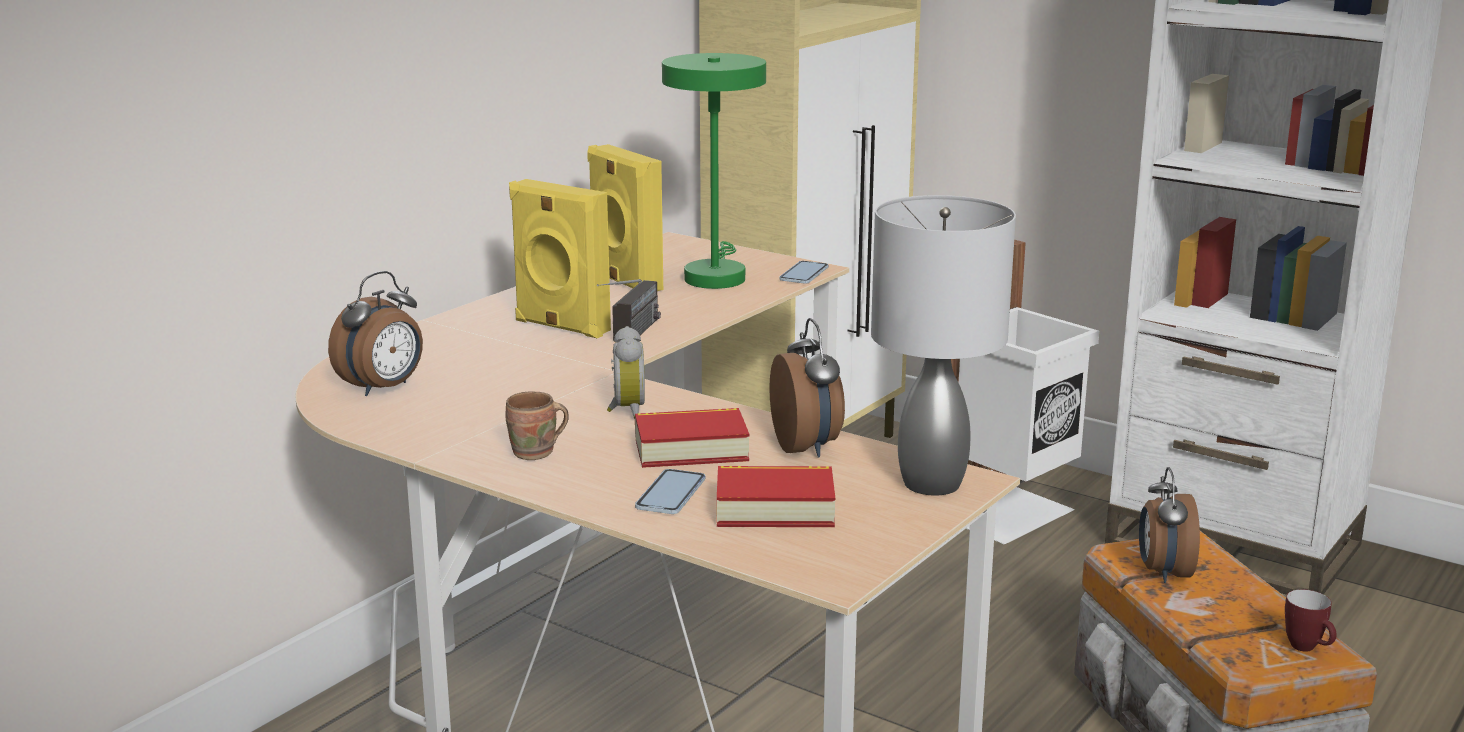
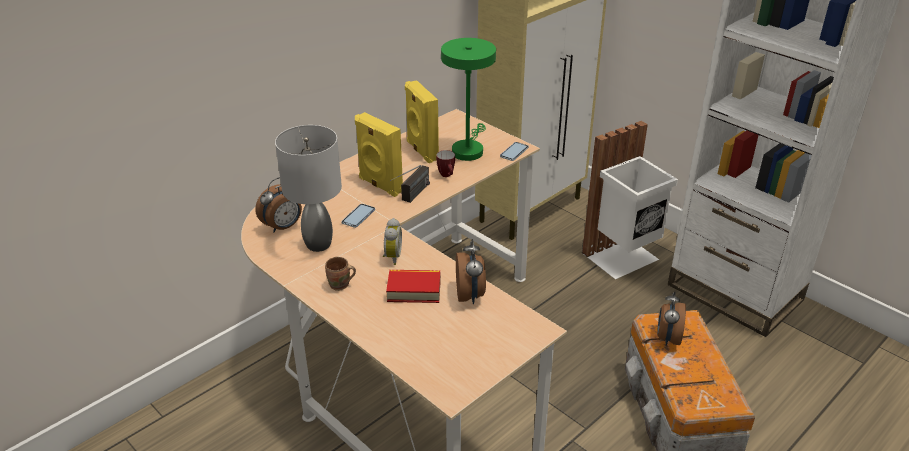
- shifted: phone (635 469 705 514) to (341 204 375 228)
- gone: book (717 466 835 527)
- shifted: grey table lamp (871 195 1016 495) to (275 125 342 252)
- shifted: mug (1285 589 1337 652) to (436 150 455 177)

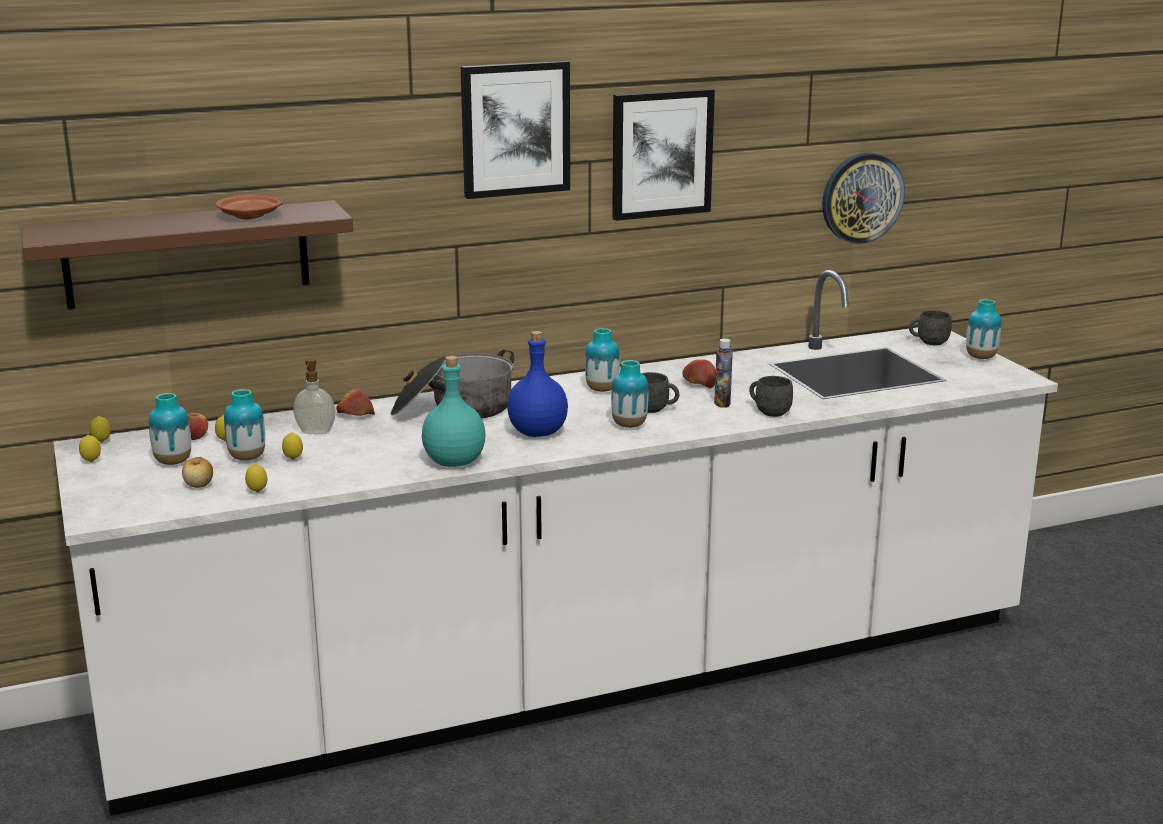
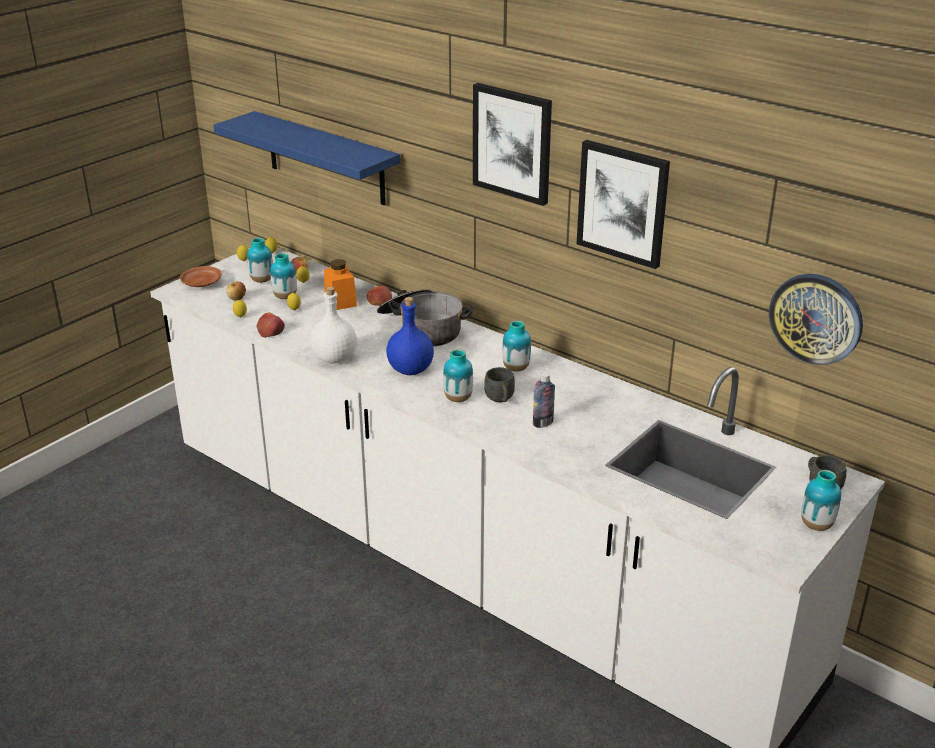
- repainted: brown shelf (20 200 353 309) to blue shelf (213 111 400 205)
- shifted: brown plate (216 195 283 219) to (180 266 222 287)
- swapped: soap dispenser (293 358 335 434) to orange jar (324 259 357 310)
- repainted: turquoise bottle (422 356 485 467) to white bottle (310 287 357 364)
- shifted: apple (682 359 716 388) to (256 312 285 338)
- gone: grey mug (749 376 793 417)

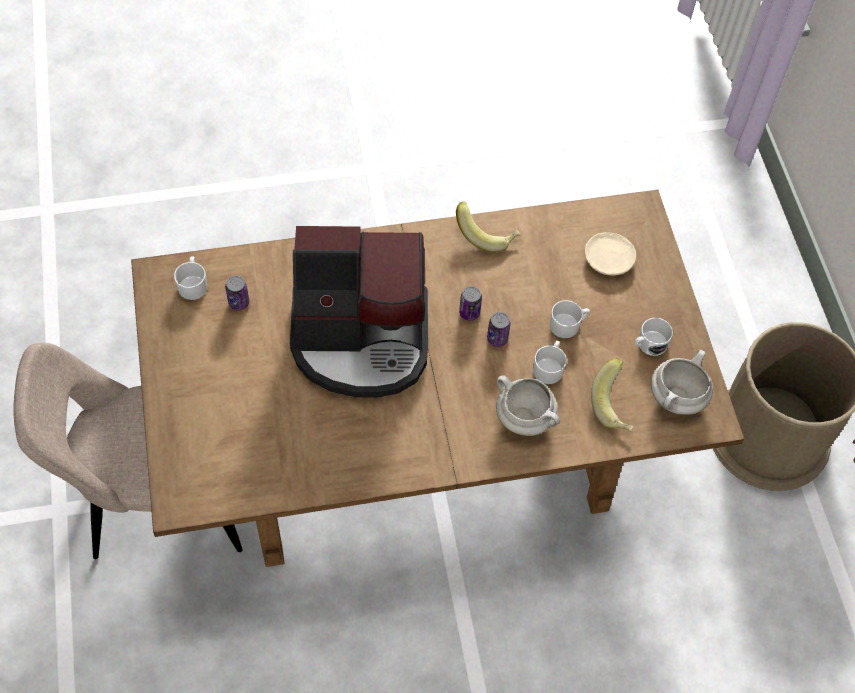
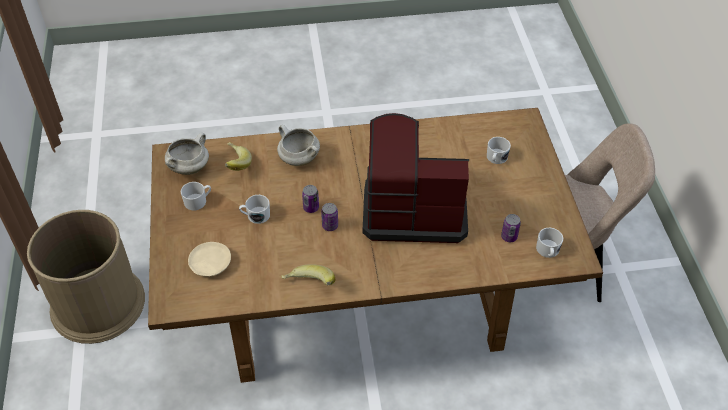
- shifted: white mug (533 341 567 384) to (487 137 511 164)

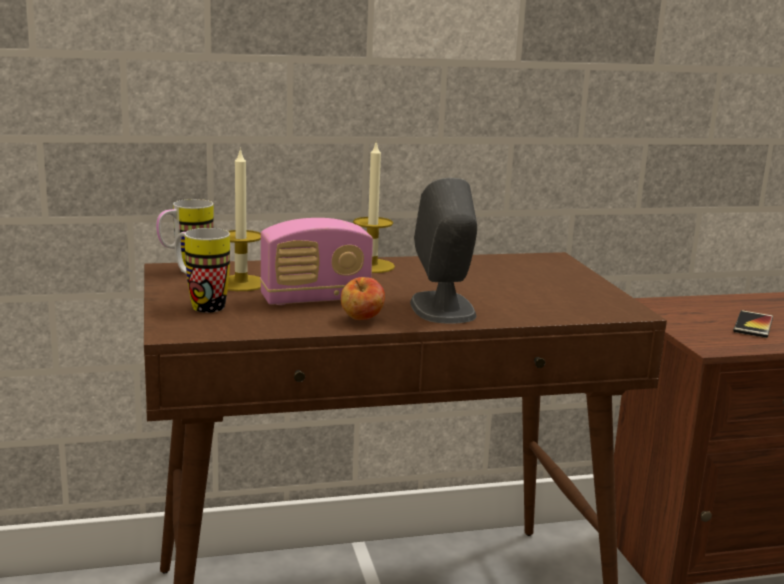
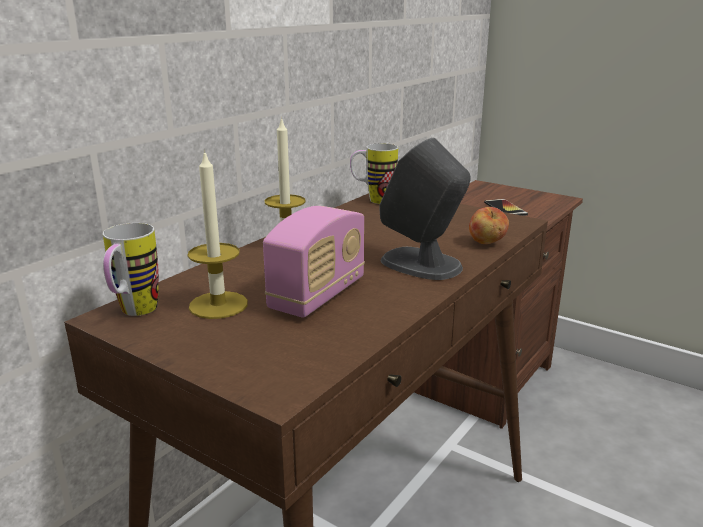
- shifted: mug (175 228 230 313) to (350 143 398 204)
- shifted: apple (341 277 385 320) to (469 207 509 244)

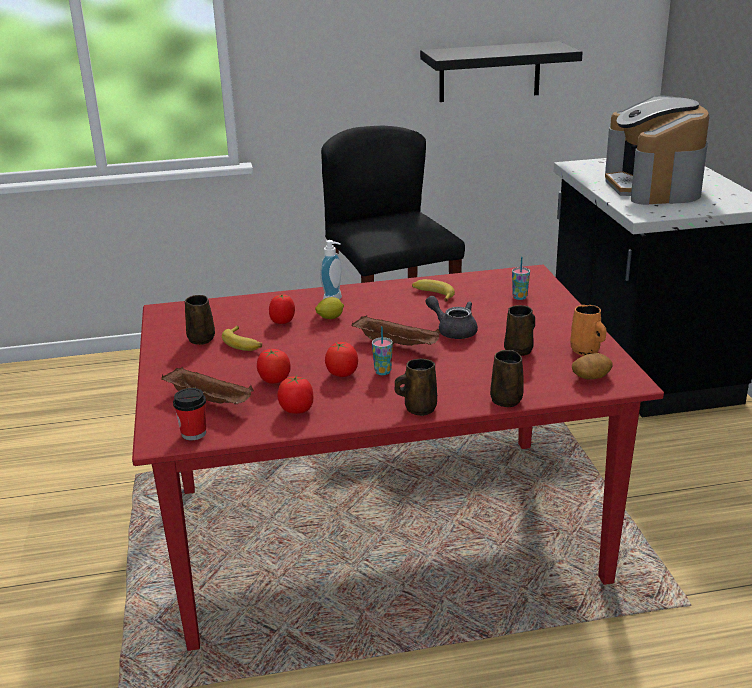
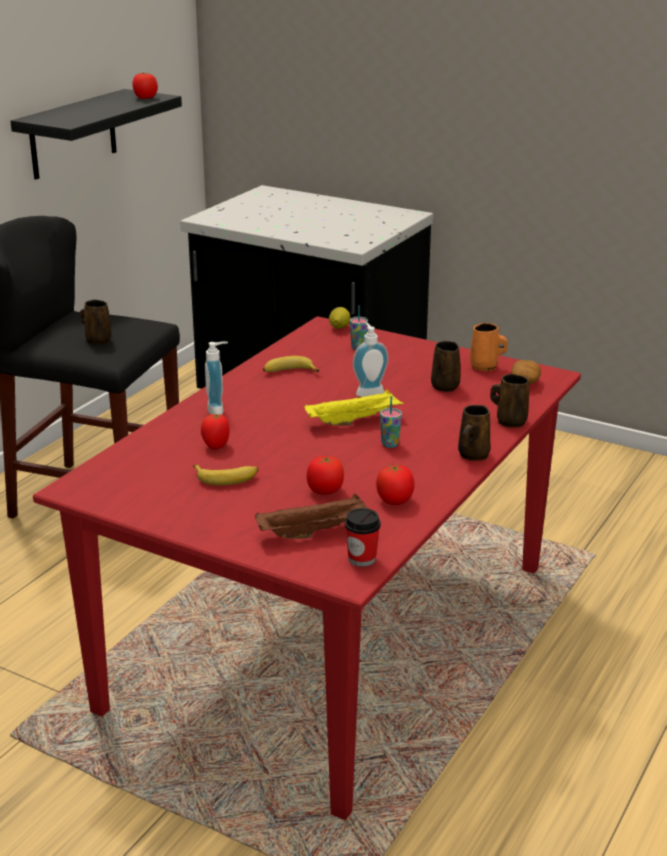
- shifted: brown mug (185 295 215 345) to (80 300 111 345)
- shifted: lemon (315 297 344 319) to (329 307 350 329)
- shifted: tomato (325 342 358 377) to (132 73 158 99)
- repainted: brown tray (352 316 441 346) to yellow tray (304 389 404 426)
- swapped: grey teapot (425 296 478 339) to soap dispenser (352 323 389 397)
- gone: coffee machine (605 95 709 205)

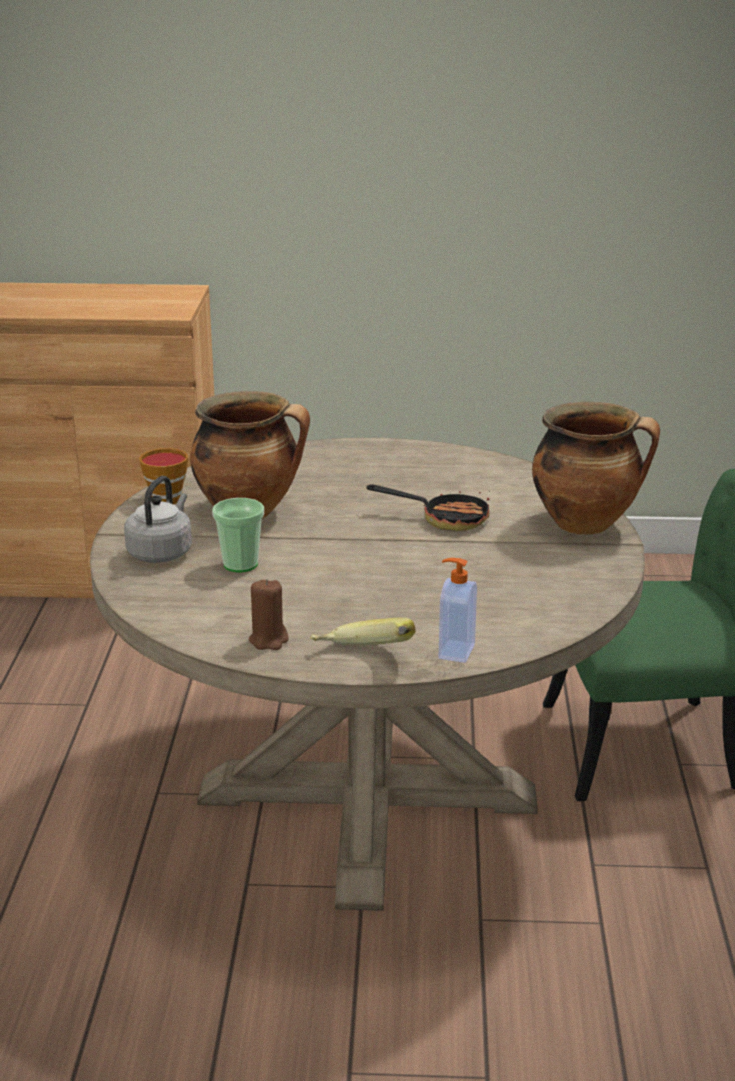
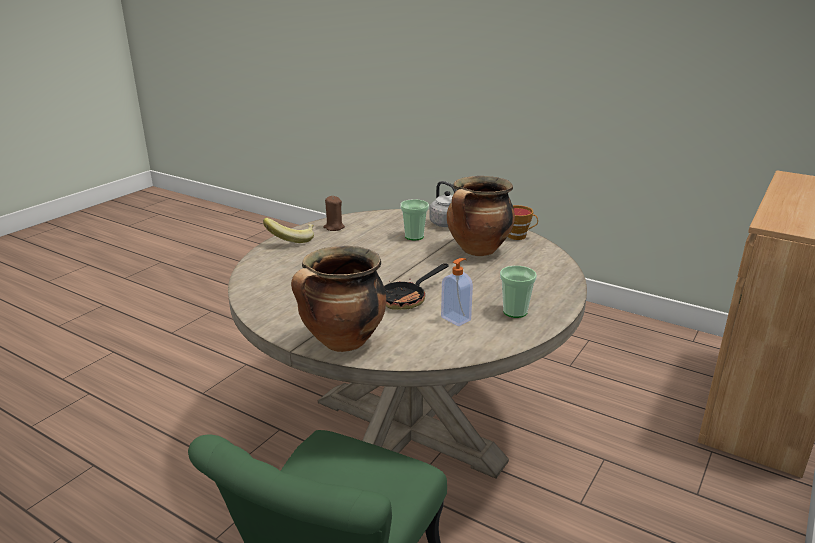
- shifted: soap dispenser (439 558 477 663) to (441 258 473 326)
- new: cup (500 266 537 318)

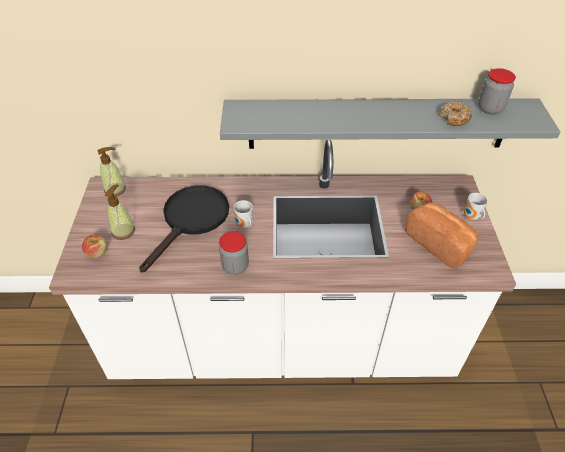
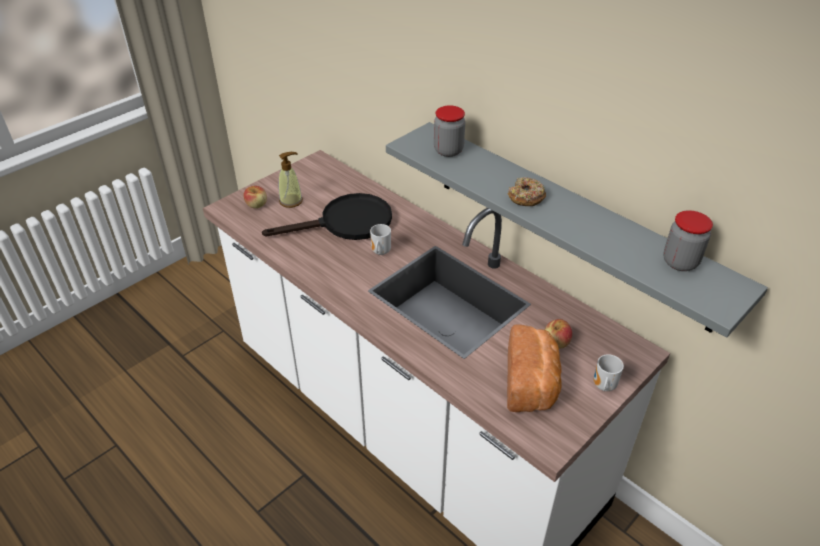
- gone: soap dispenser (98 147 126 196)
- shifted: jar (219 231 249 275) to (434 106 465 157)
- shifted: donut (439 102 472 126) to (508 177 546 206)

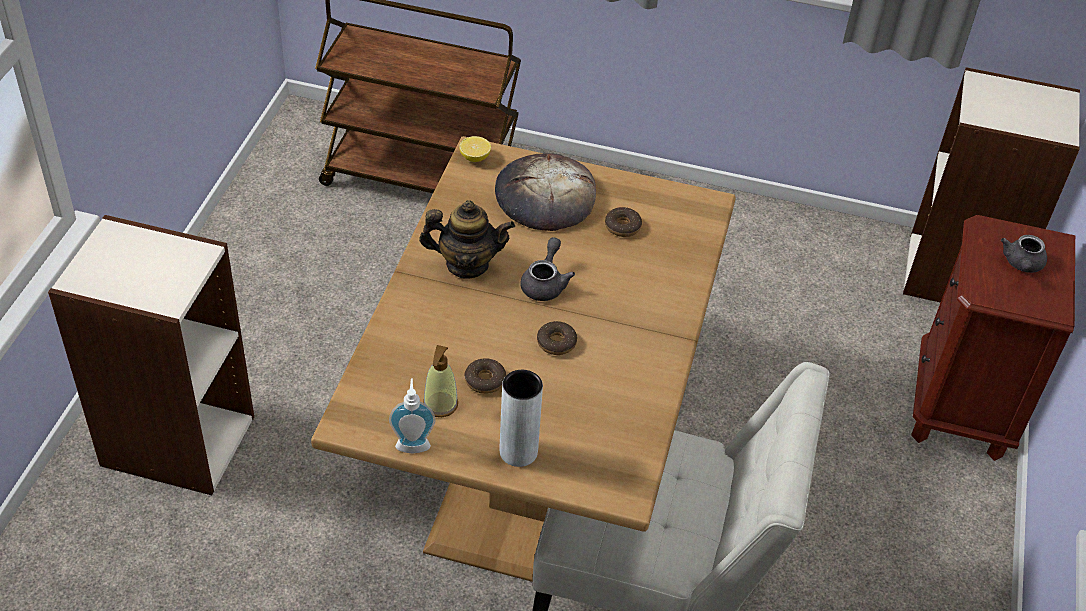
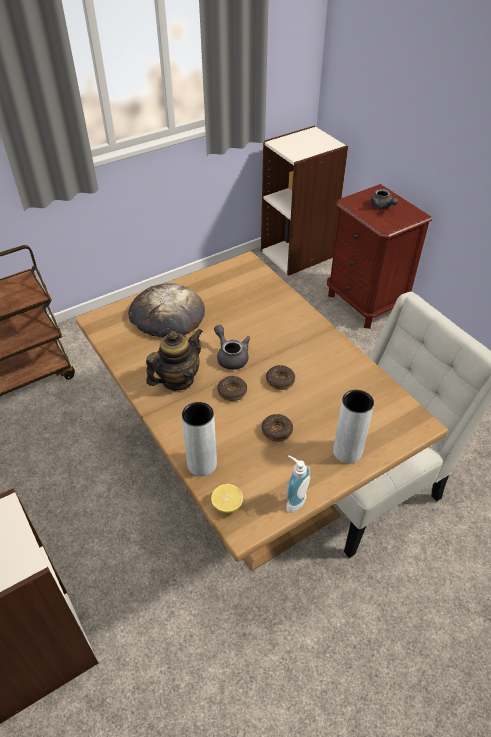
- gone: soap dispenser (423 345 458 417)
- shifted: lemon (459 136 491 162) to (211 484 243 514)
- shifted: donut (605 207 642 237) to (217 376 247 401)
- new: grey vase (181 402 217 477)

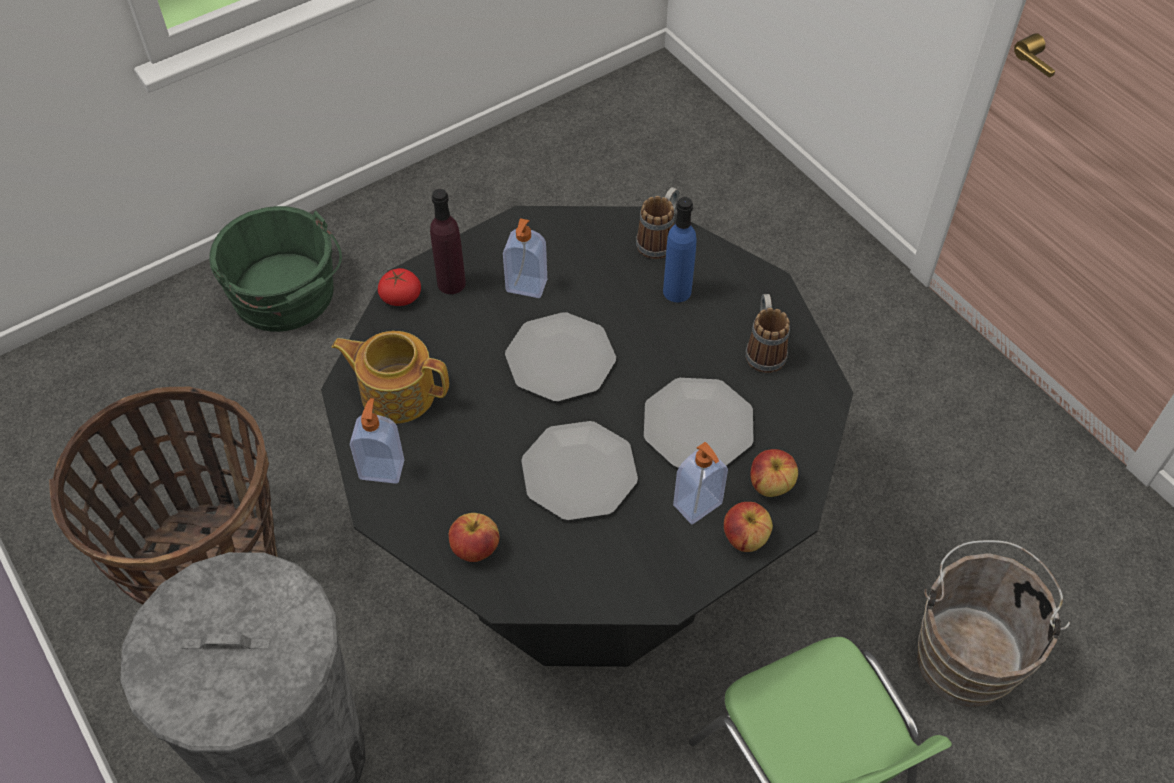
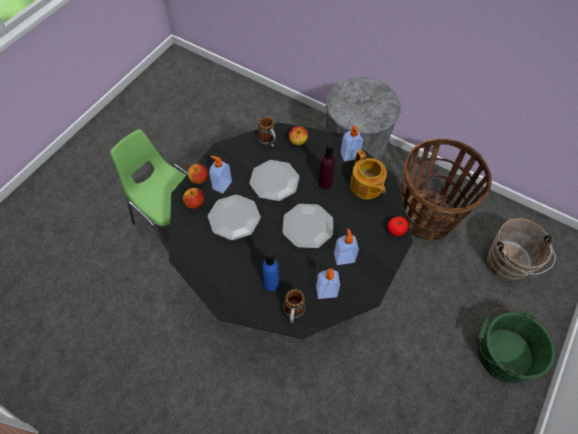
- rotated: teapot (332 331 449 424) = (350 150 387 199) 75 degrees clockwise
- shifted: purple bottle (430 189 466 294) to (319 143 335 189)
- shifted: mug (745 294 790 373) to (258 117 276 147)
- shifted: brown bucket (917 540 1070 707) to (487 218 556 281)
- new: soap dispenser (316 269 340 299)

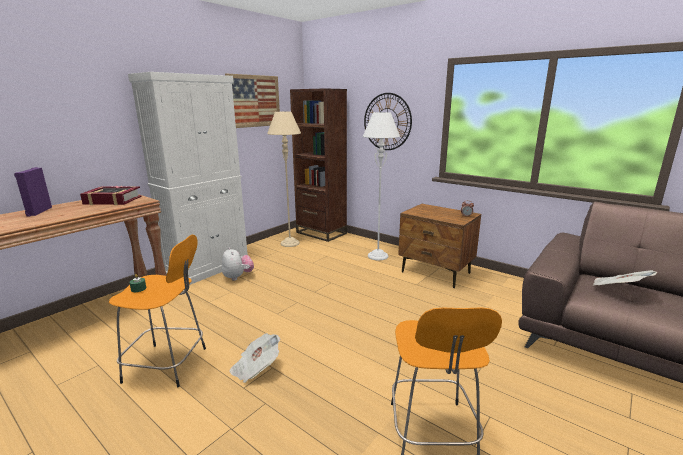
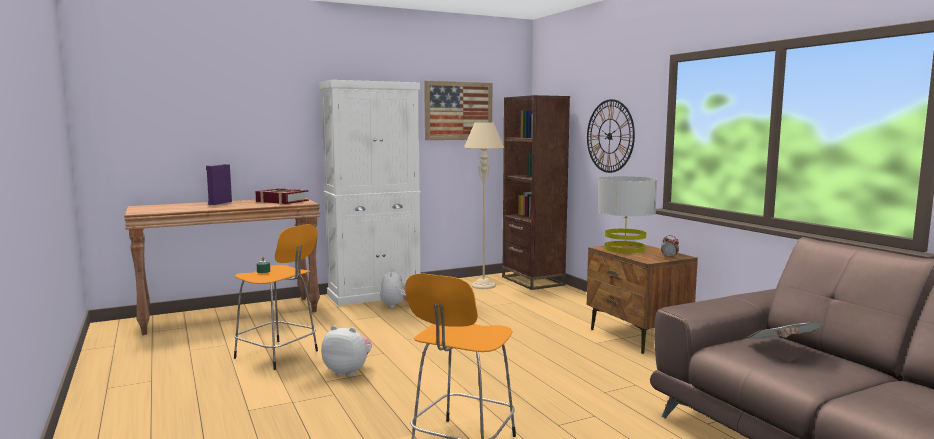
- swapped: newspaper (229 333 281 383) to plush toy (321 326 372 377)
- gone: white floor lamp (363 112 400 260)
- new: grey table lamp (598 176 657 253)

